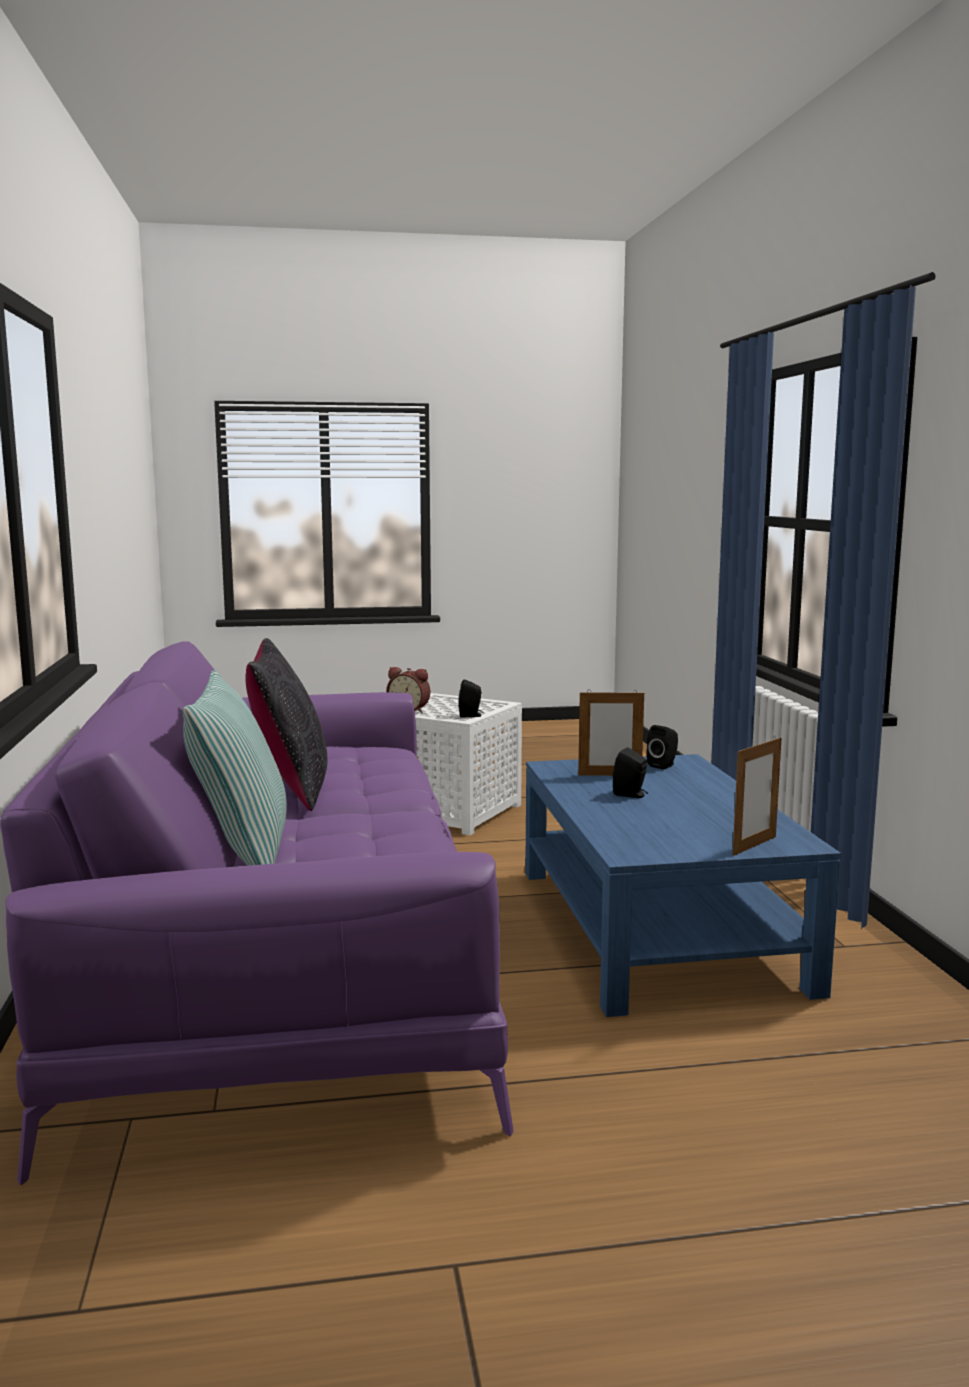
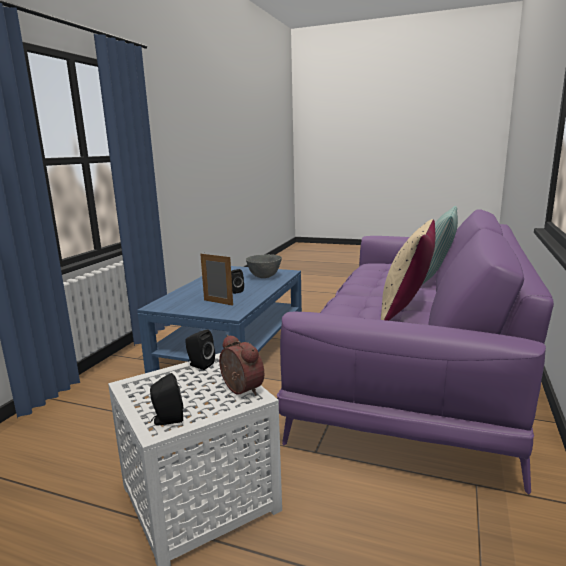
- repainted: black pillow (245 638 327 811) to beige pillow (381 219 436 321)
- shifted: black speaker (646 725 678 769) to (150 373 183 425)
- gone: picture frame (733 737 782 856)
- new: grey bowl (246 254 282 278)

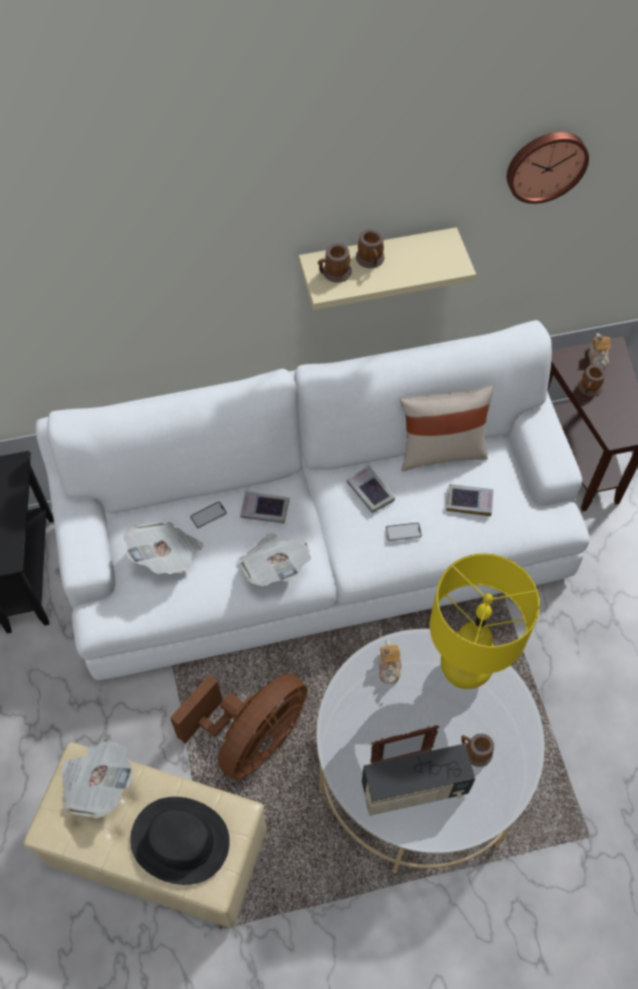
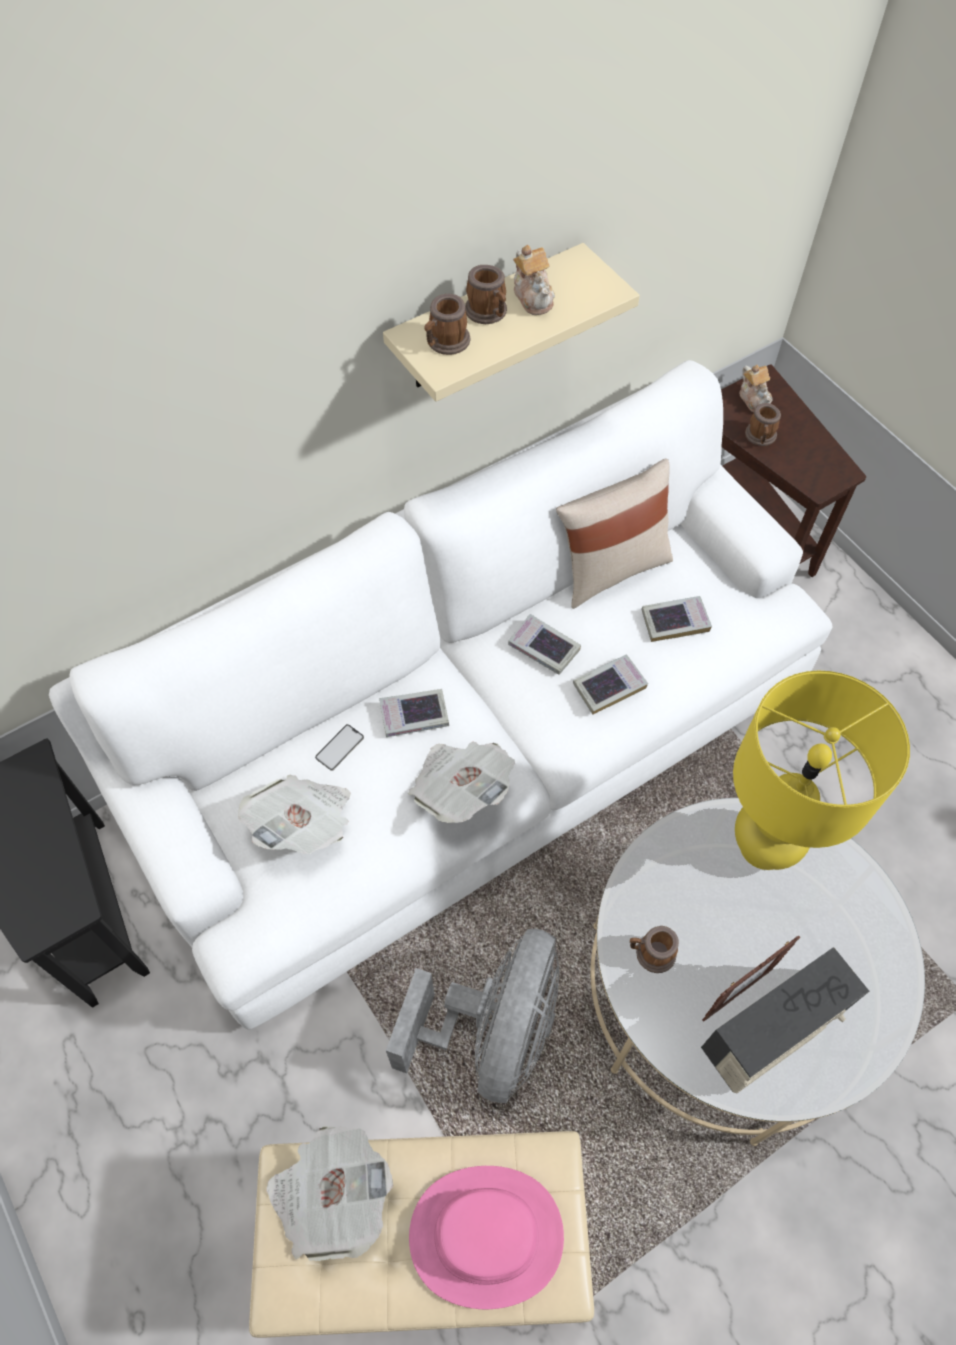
- repainted: black hat (130 797 230 885) to pink hat (409 1166 564 1309)
- repainted: brown fan (170 674 307 780) to grey fan (386 929 559 1103)
- shifted: teapot (379 639 402 684) to (513 245 555 315)
- swapped: phone (386 523 422 541) to book (573 654 648 715)
- shifted: mug (461 734 494 767) to (630 926 679 973)
- gone: wall clock (507 132 589 204)

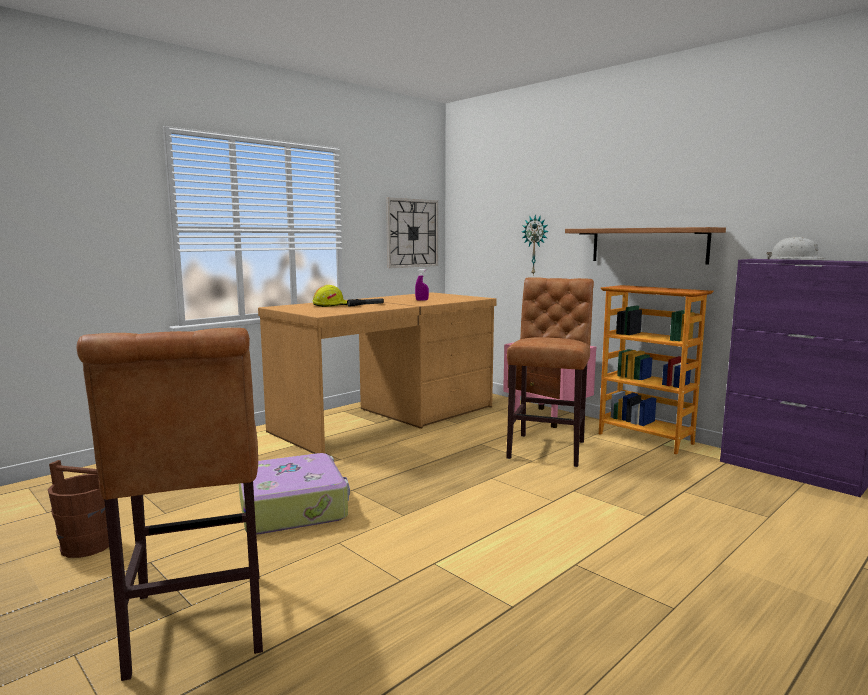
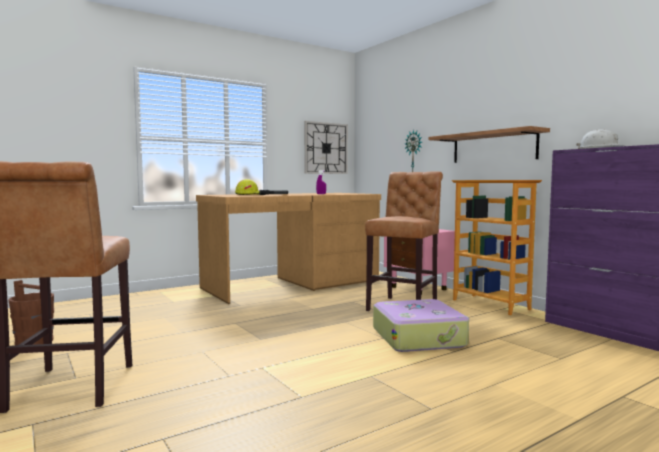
- shifted: suitcase (239 453 350 535) to (373 299 469 352)

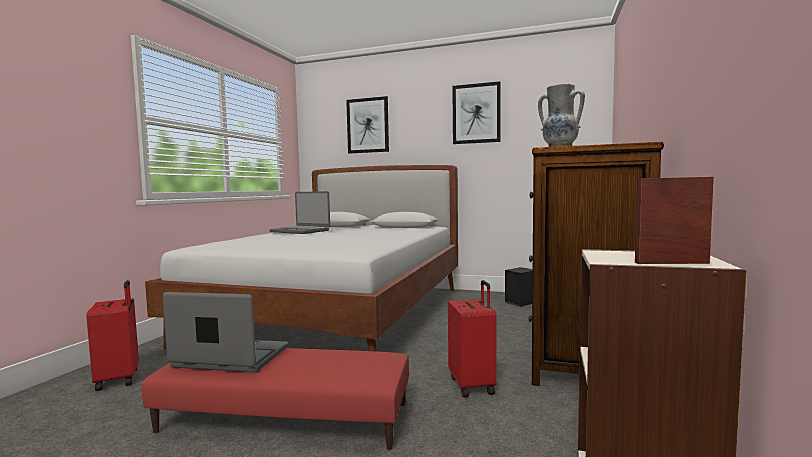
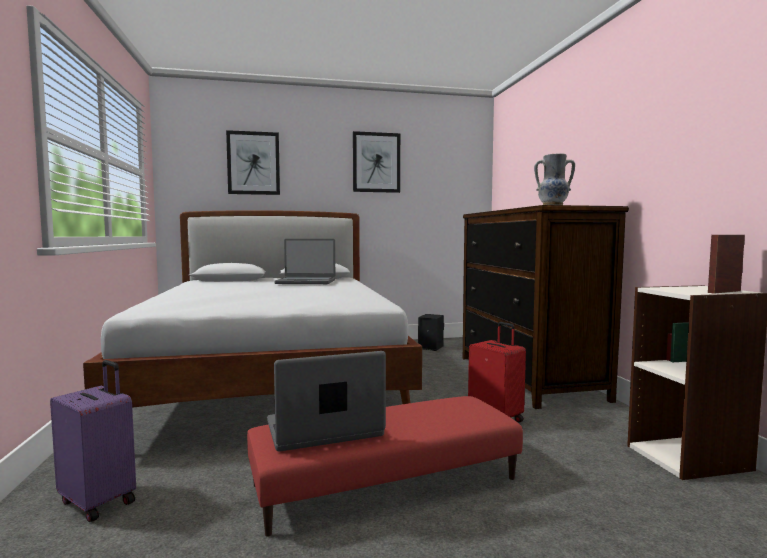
- repainted: red suitcase (86 280 139 391) to purple suitcase (50 360 136 522)
- shifted: laptop (270 191 330 234) to (274 239 335 284)

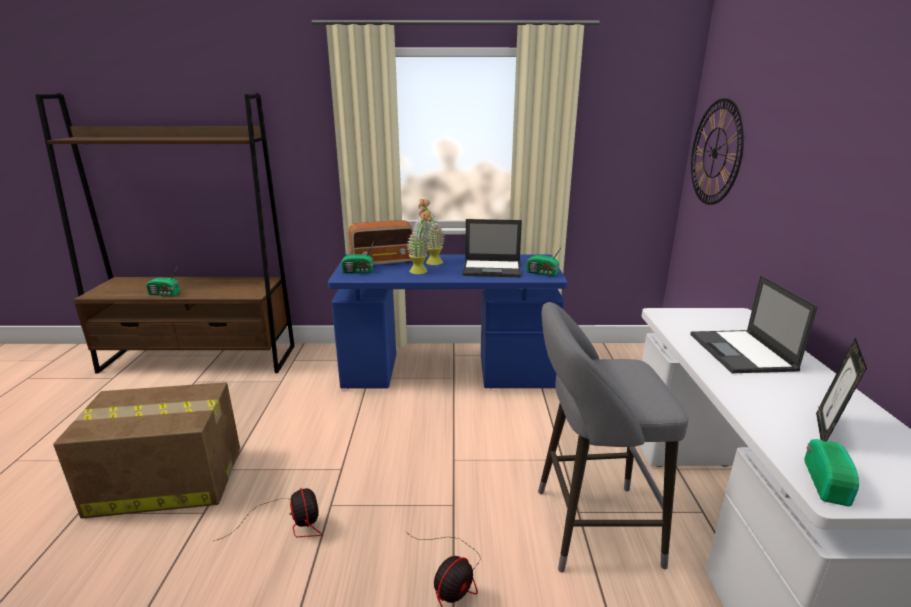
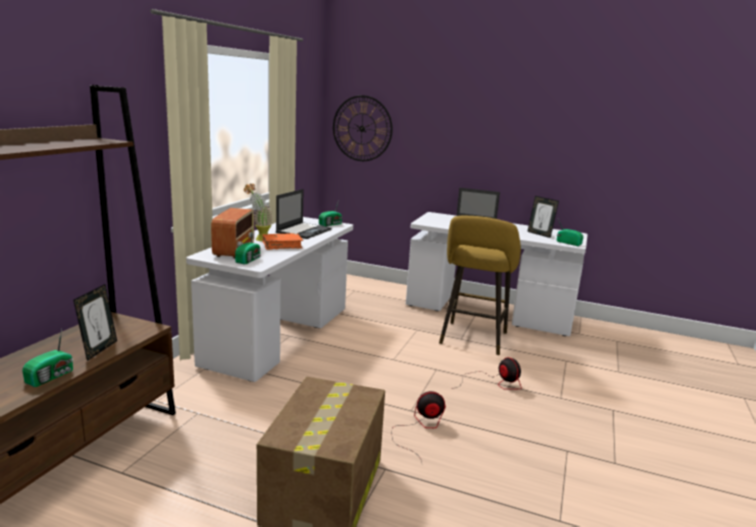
- repainted: blue desk (328 254 567 389) to white desk (186 217 353 382)
- swapped: potted plant (406 209 432 274) to orange book (262 233 303 250)
- repainted: grey stool (538 302 688 572) to yellow stool (439 216 521 355)
- new: picture frame (73 284 117 361)

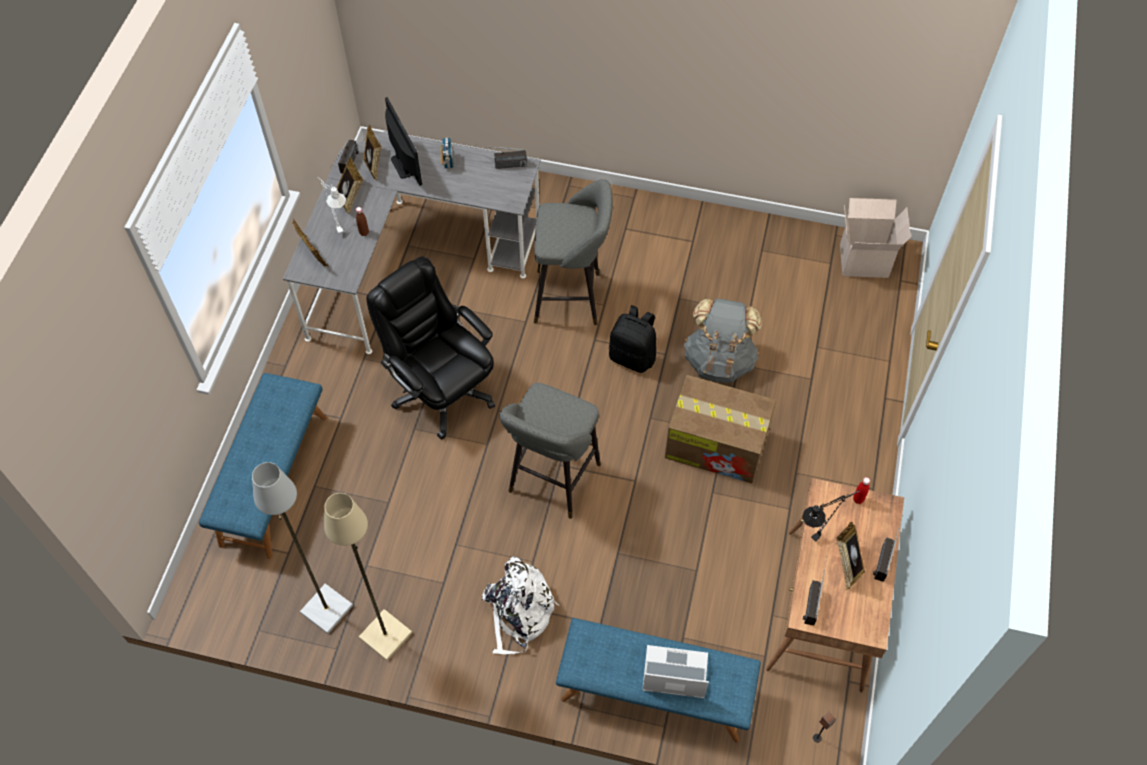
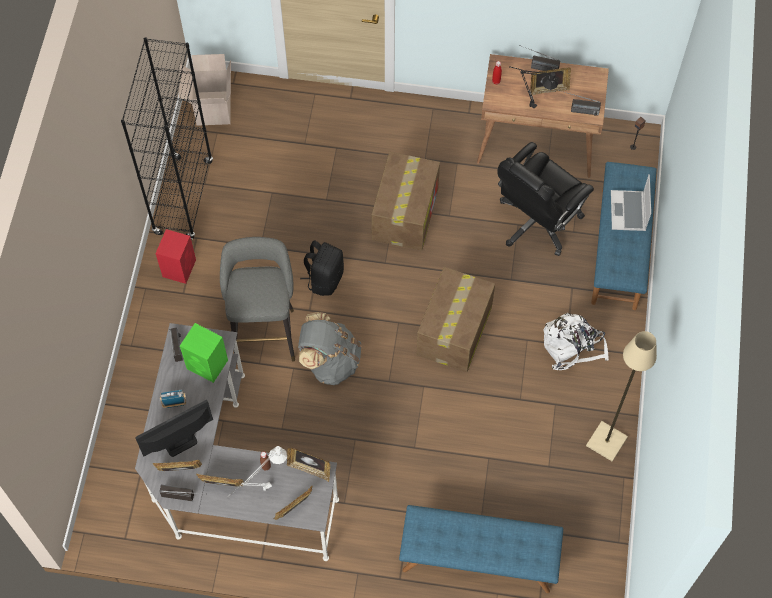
- gone: grey floor lamp (252 462 353 634)
- shifted: black office chair (366 256 495 440) to (497 142 594 256)
- swapped: grey stool (499 383 601 519) to cardboard box (416 267 495 372)
- shifted: grey backpack (684 299 762 383) to (298 312 362 385)
- new: black bookcase (121 37 213 239)
- new: red speaker (155 229 196 284)
- new: green speaker (180 323 228 383)
- new: picture frame (287 448 330 482)

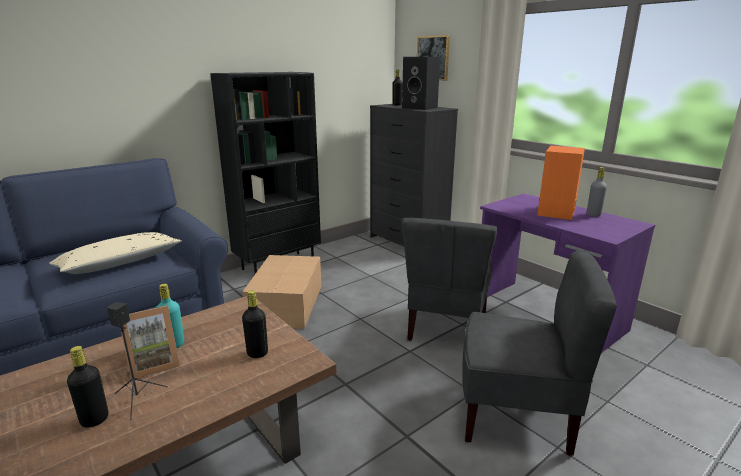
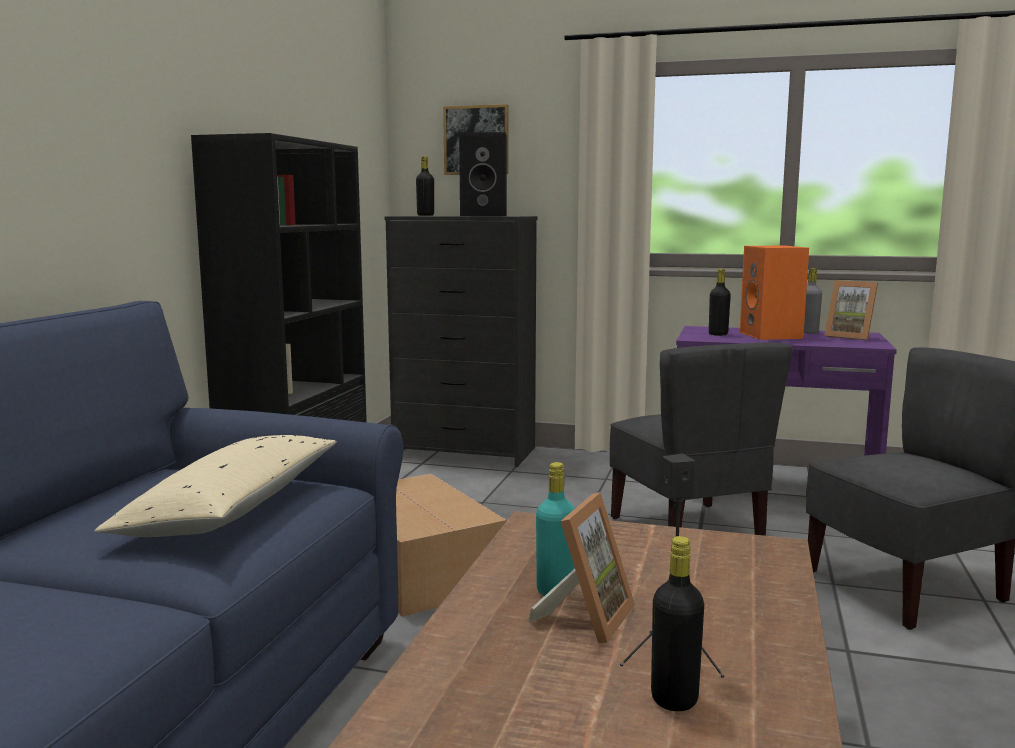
- shifted: black bottle (242 291 268 358) to (709 269 731 336)
- new: picture frame (824 280 878 340)

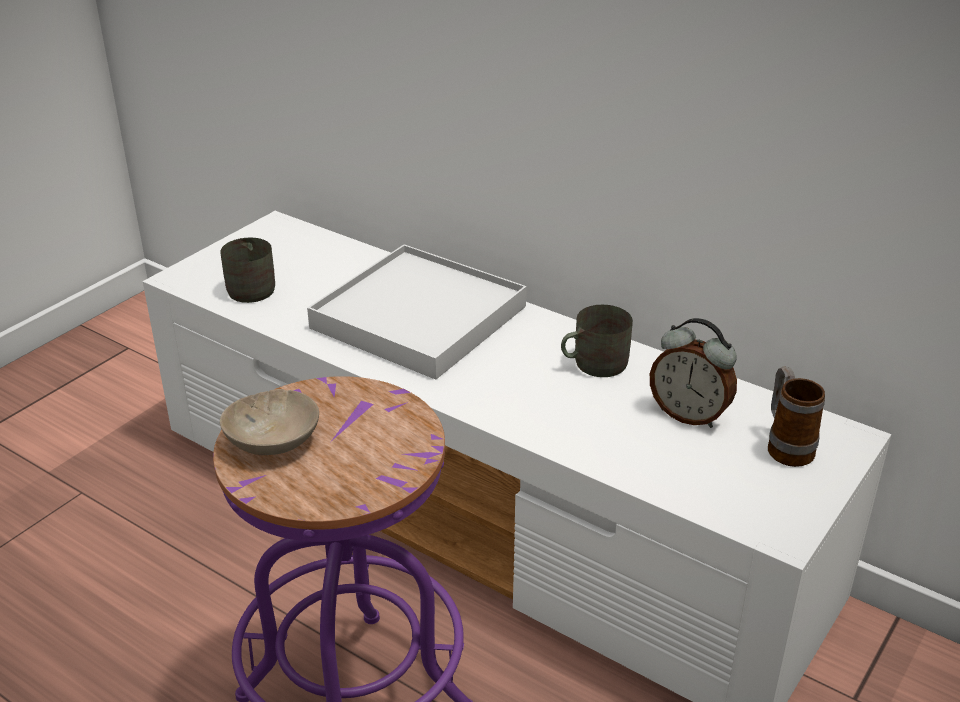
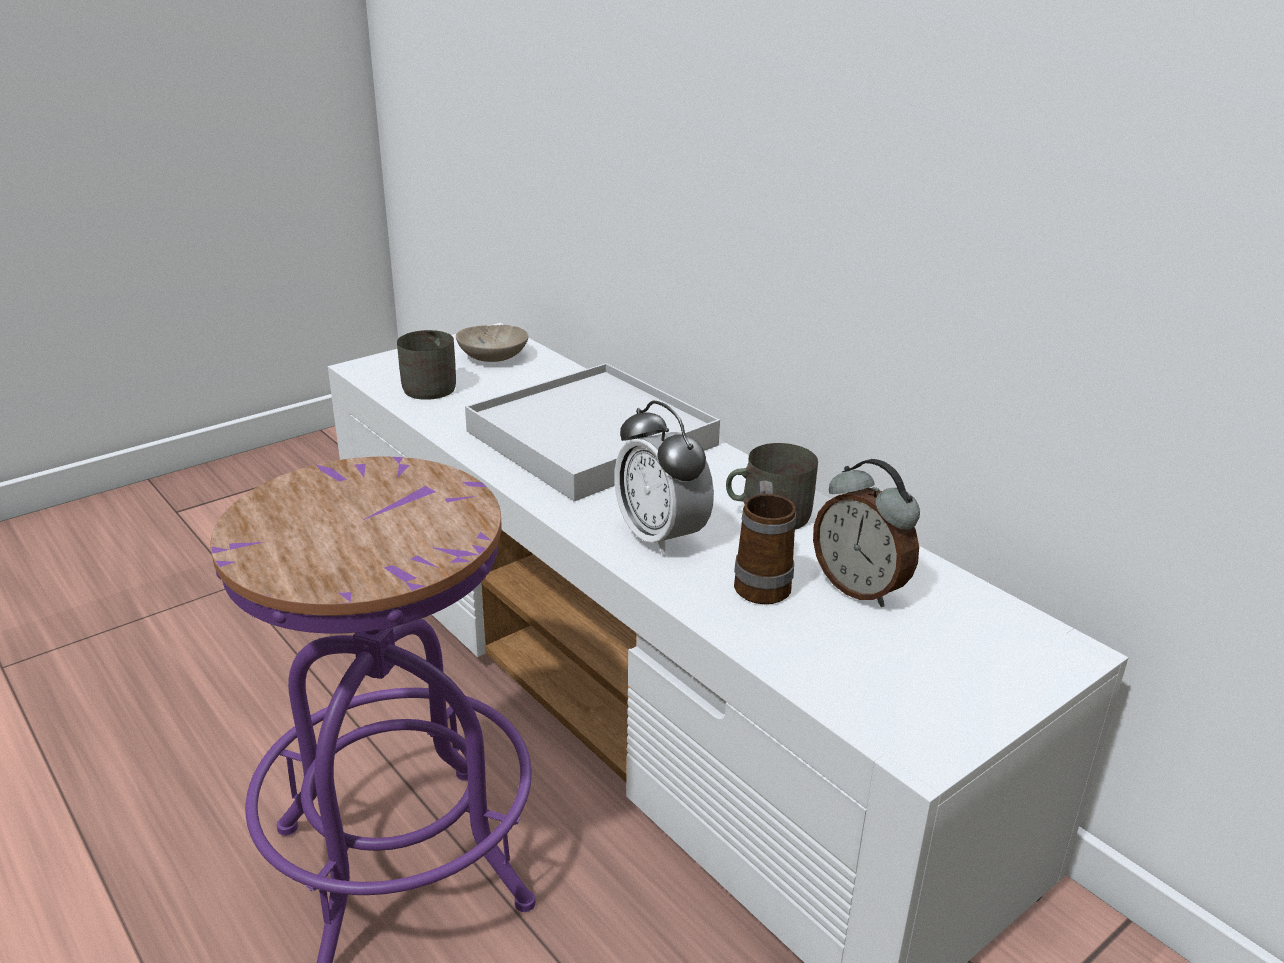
- shifted: beige bowl (220 389 319 455) to (456 325 529 362)
- shifted: mug (768 366 825 467) to (734 480 796 604)
- new: alarm clock (614 401 714 556)

